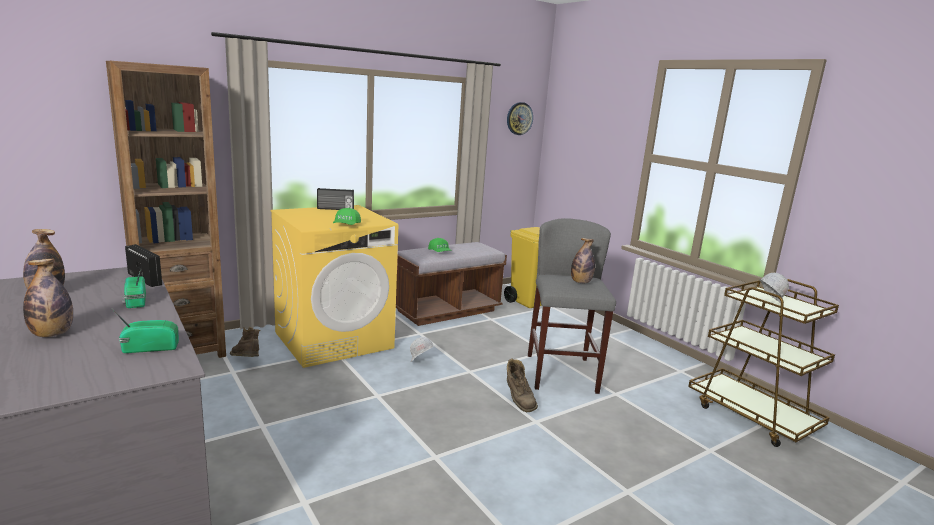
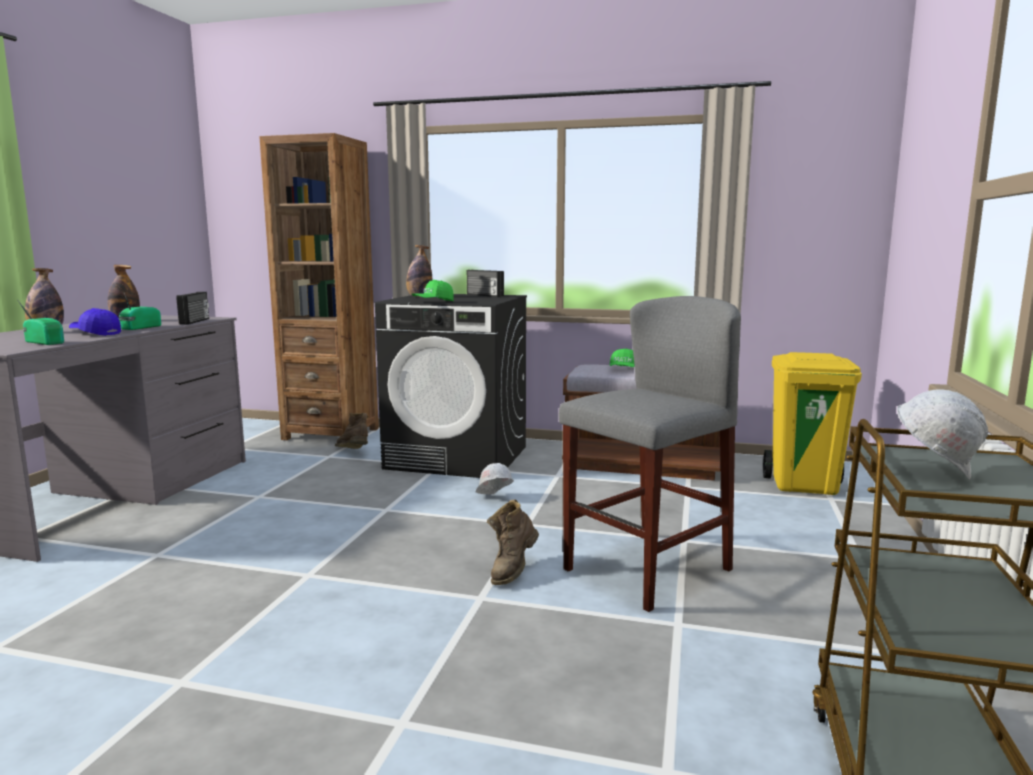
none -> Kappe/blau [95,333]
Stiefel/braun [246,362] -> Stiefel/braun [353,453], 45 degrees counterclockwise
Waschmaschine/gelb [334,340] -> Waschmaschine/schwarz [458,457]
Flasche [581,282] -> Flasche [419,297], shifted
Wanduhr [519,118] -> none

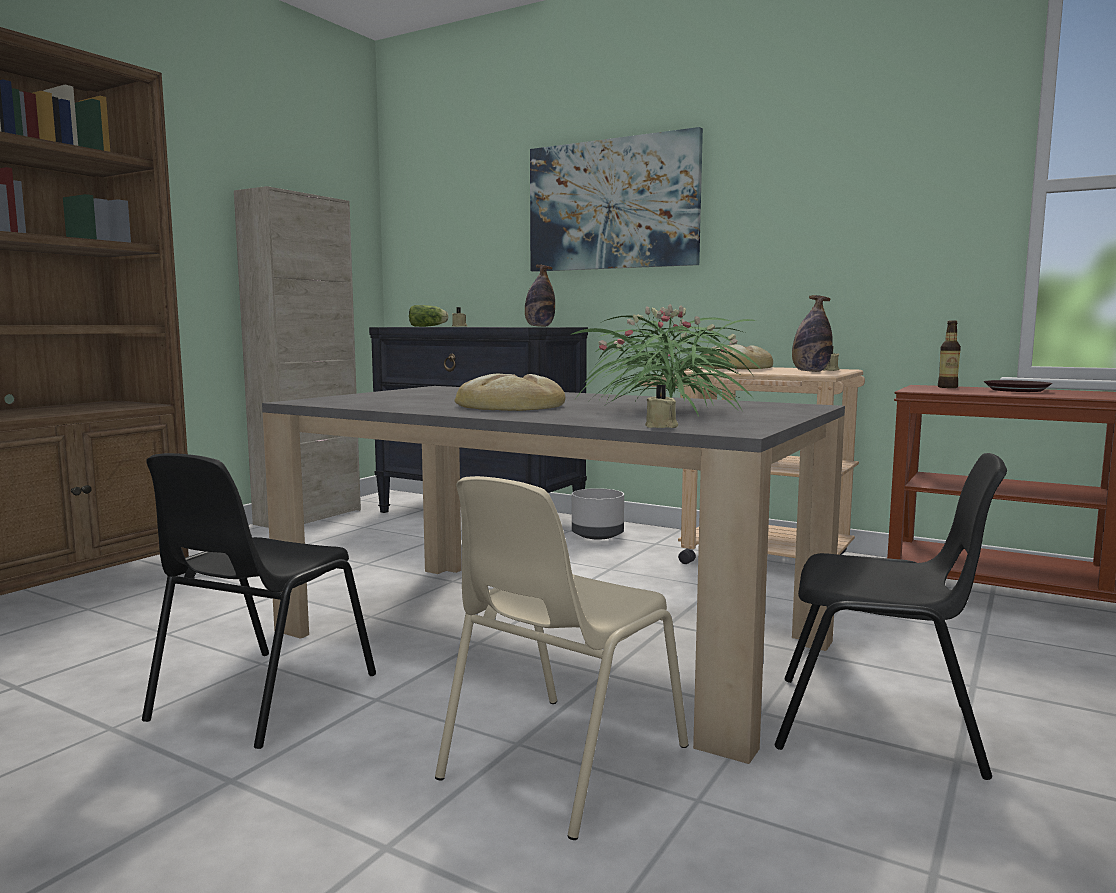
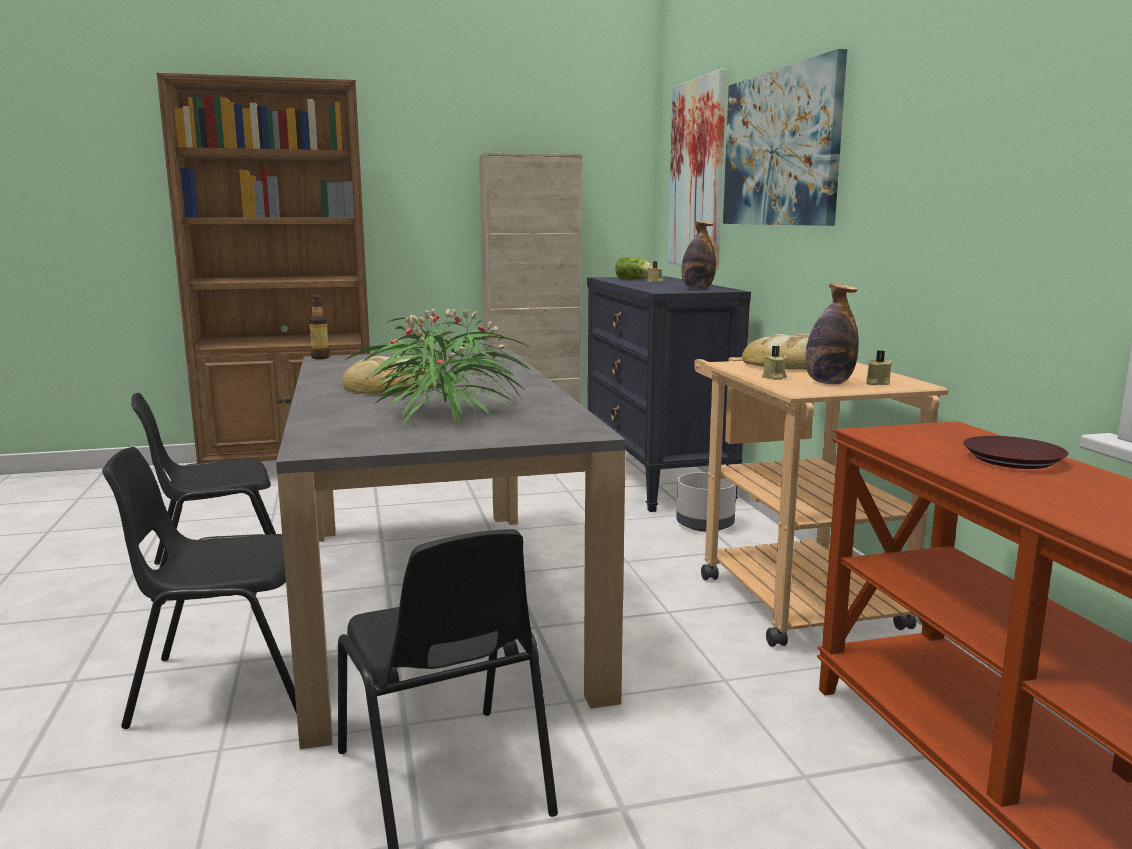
Stuhl/beige [560,763] -> Stuhl/schwarz [226,684]
Flasche [947,387] -> Flasche [320,357], shifted
none -> Bild [697,174]
Kerze/beige [661,426] -> Kerze/beige [774,377], shifted

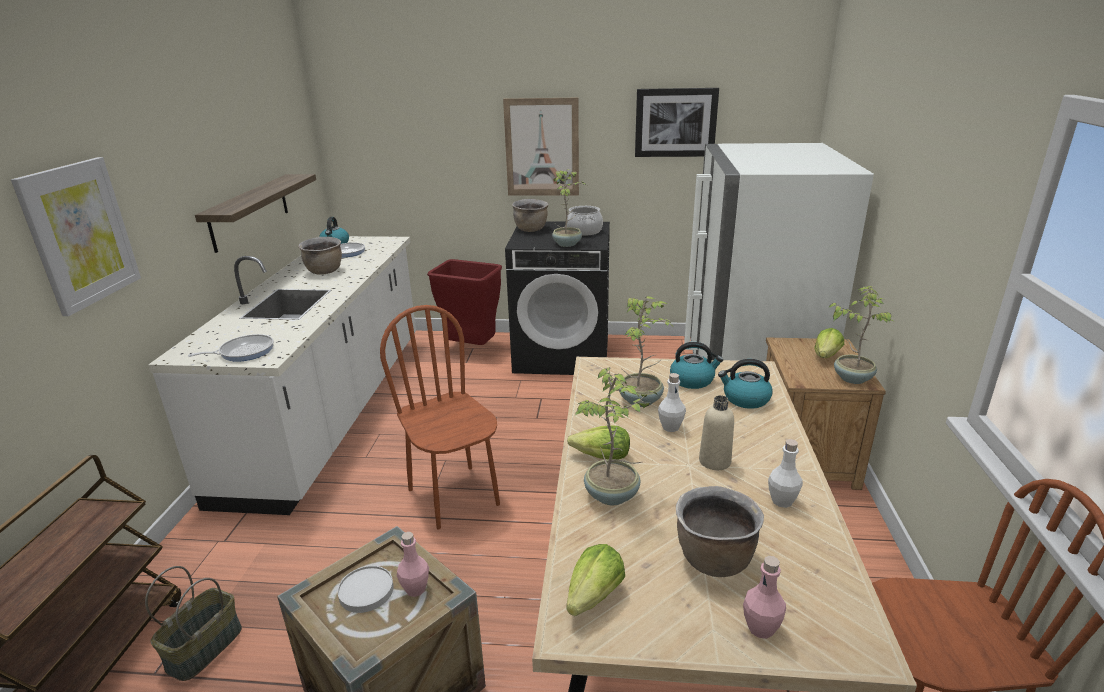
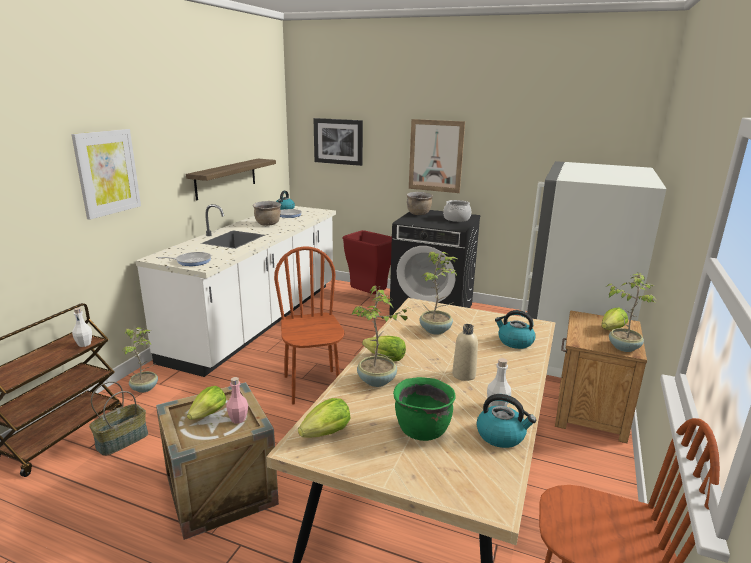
Flasche/weiß [670,427] -> Flasche/weiß [84,344], shifted
Topfpflanze [567,244] -> Topfpflanze [145,388], shifted
Teller/weiß [366,591] -> Salatkopf [208,414]
Bild [675,122] -> Bild [338,141], shifted
Kochtopf/braun [713,559] -> Kochtopf/grün [421,430]
Wasserkessel [692,380] -> Wasserkessel [501,435], shifted
Flasche/rosa [760,628] -> none

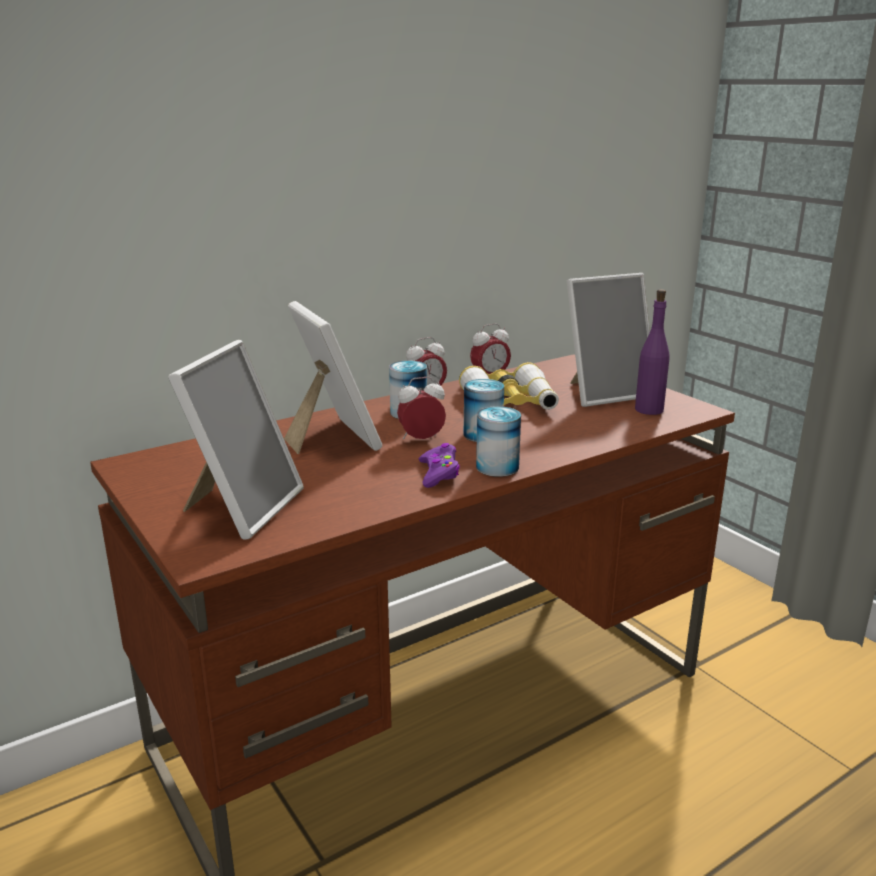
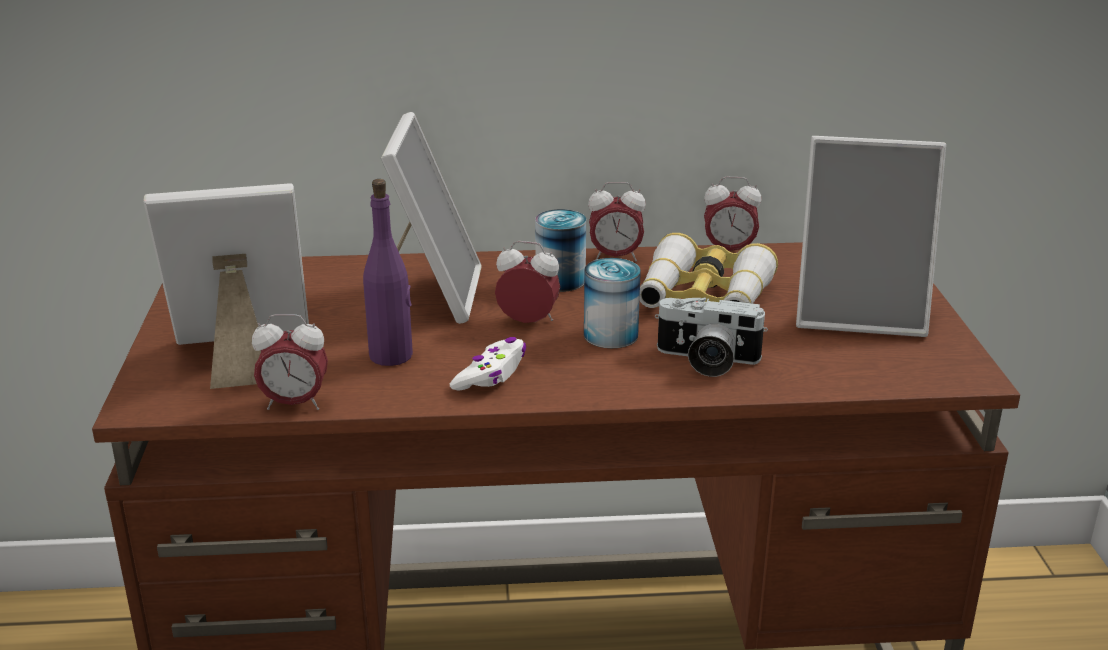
Bilderrahmen [241,507] -> Bilderrahmen [241,357], 150 degrees counterclockwise
none -> Wecker [295,404]
Flasche/lila [649,410] -> Flasche/lila [391,355], shifted
Gamepad/lila [439,473] -> Gamepad/weiß [491,374]
none -> Kamera [706,361]
Dose [497,467] -> none

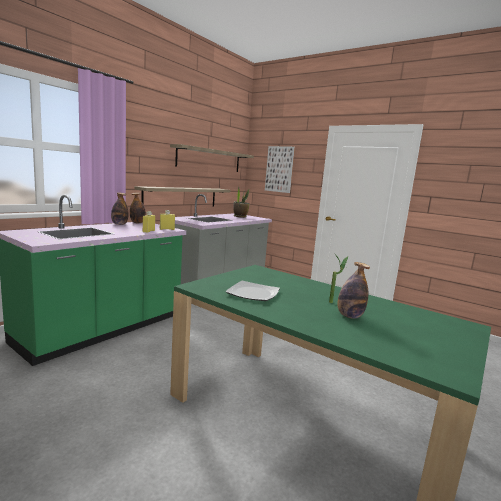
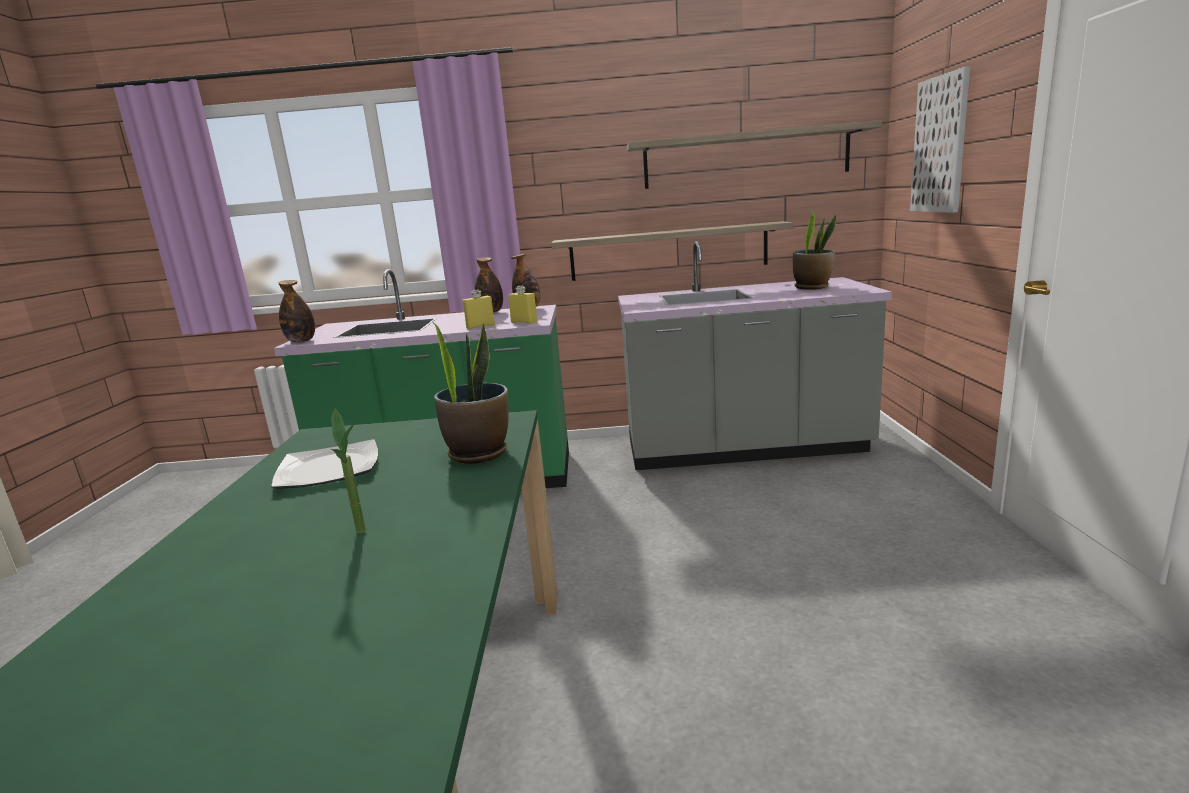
Flasche [349,316] -> Flasche [301,341], shifted
none -> Topfpflanze [478,453]

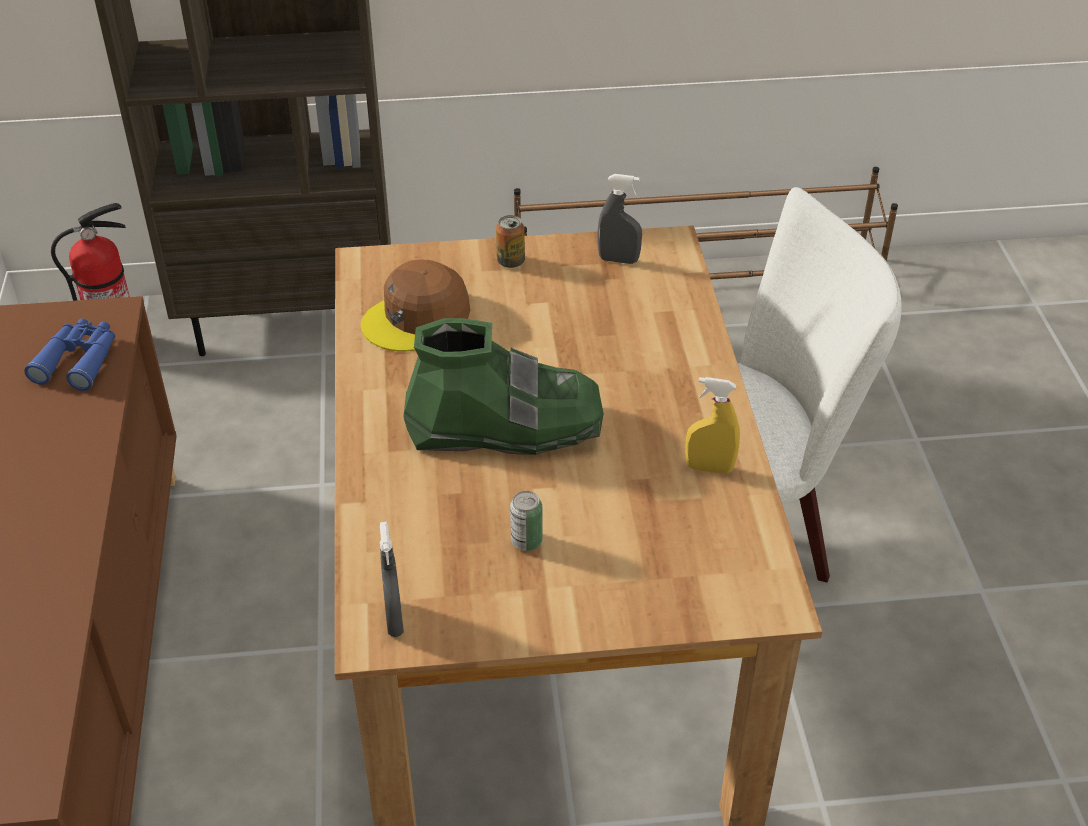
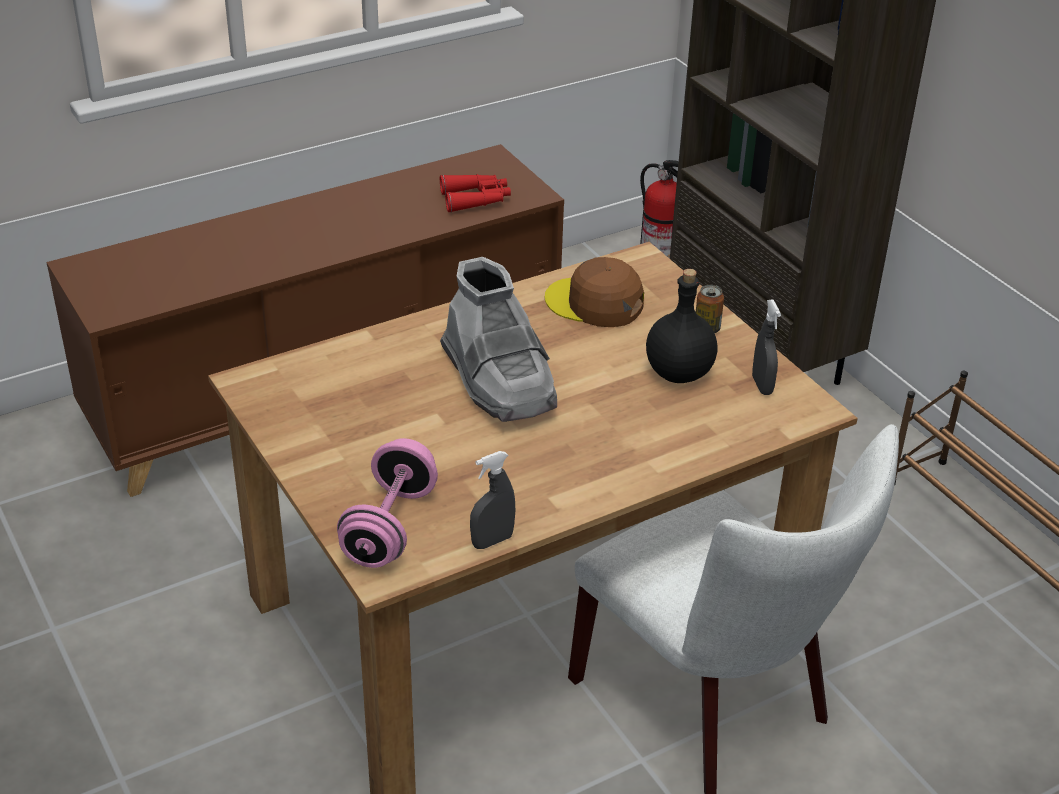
none -> Hantel/rosa [389,527]
Fernglas/blau [79,361] -> Fernglas/rot [476,199]
Stiefel/grün [505,426] -> Stiefel/grau [499,381]
Sprühflasche/grau [394,619] -> Sprühflasche/grau [492,541], shifted
none -> Flasche/schwarz [680,373]
Dose [526,541] -> none
Sprühflasche/gelb [709,468] -> none

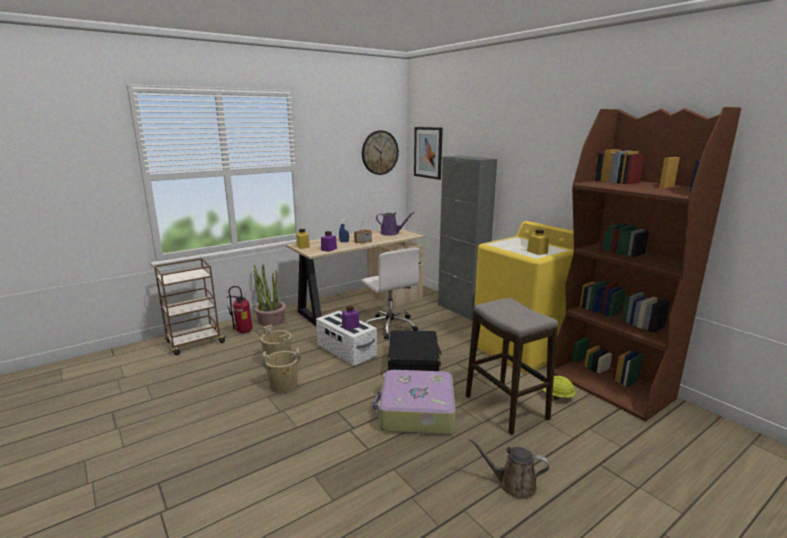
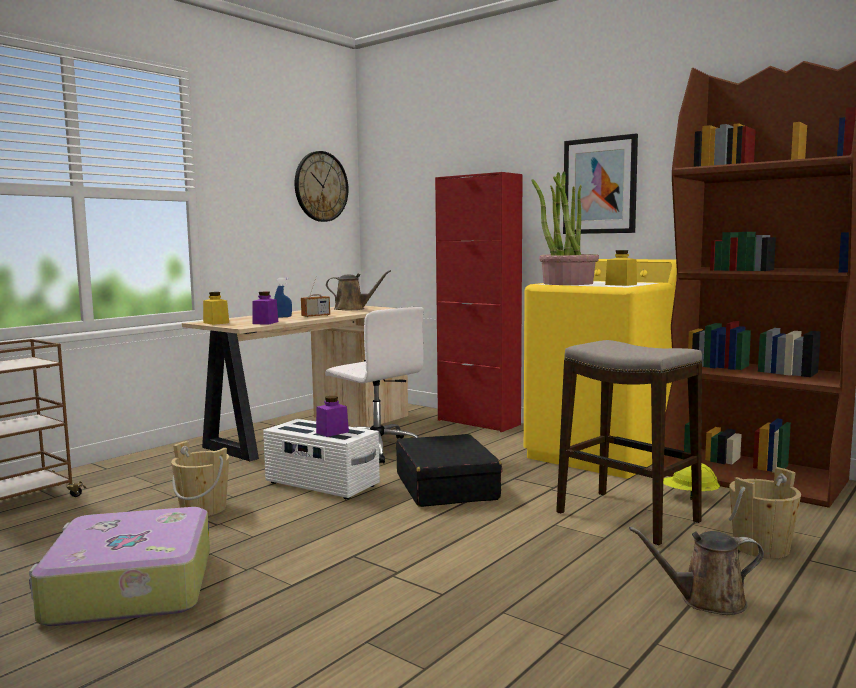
Koffer [416,412] -> Koffer [128,587], shifted
Gießkanne/lila [391,233] -> Gießkanne/braun [353,309]
Schrank/grau [461,310] -> Schrank/rot [478,422]
Topfpflanze [271,320] -> Topfpflanze [567,283], shifted
Bild [428,152] -> Bild [600,186], shifted
Eimer/beige [283,386] -> Eimer/beige [761,547], shifted
Feuerlöscher [243,332] -> none

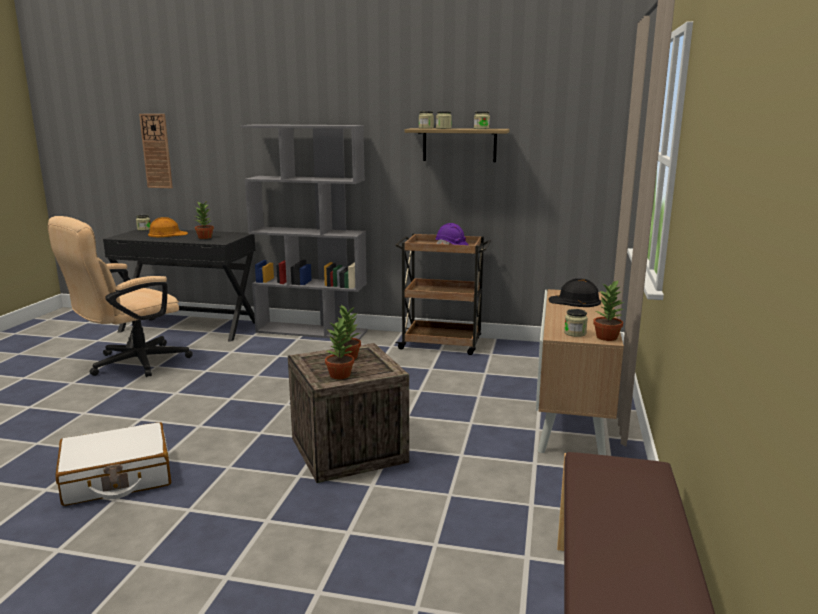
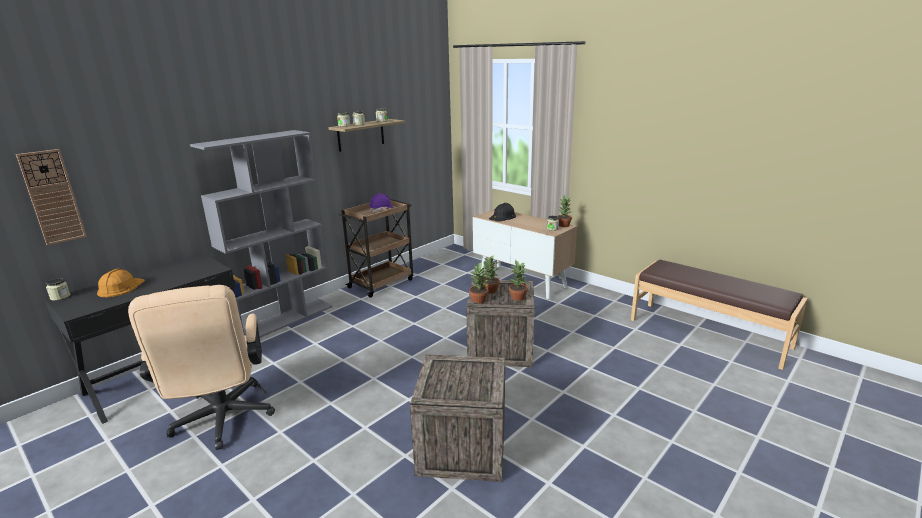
Koffer/weiß [117,478] -> Kiste [462,447]
Topfpflanze [205,237] -> Topfpflanze [479,300], shifted

